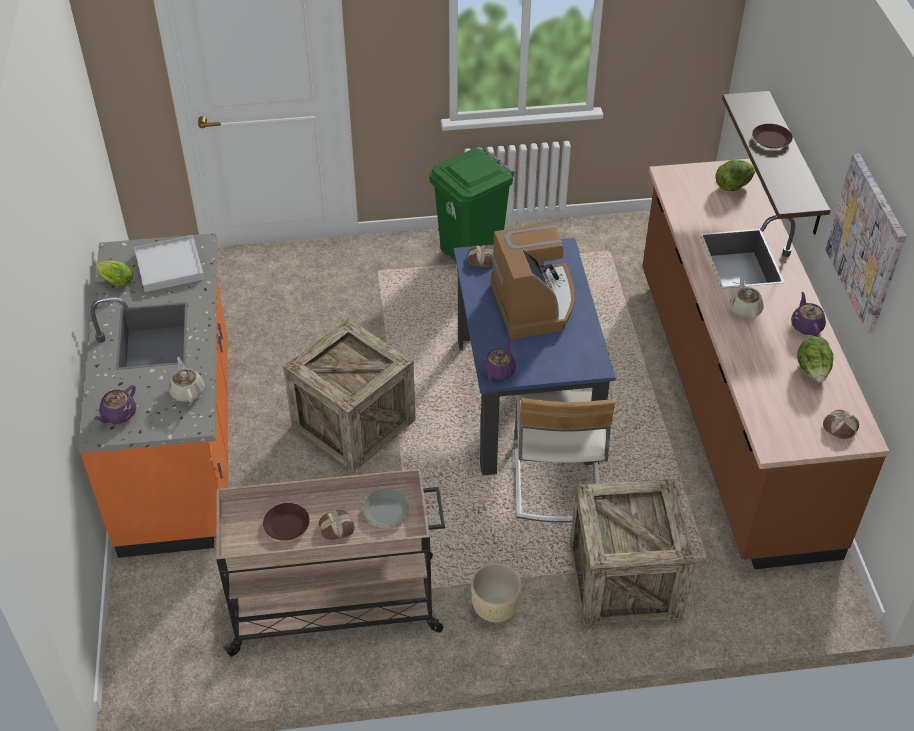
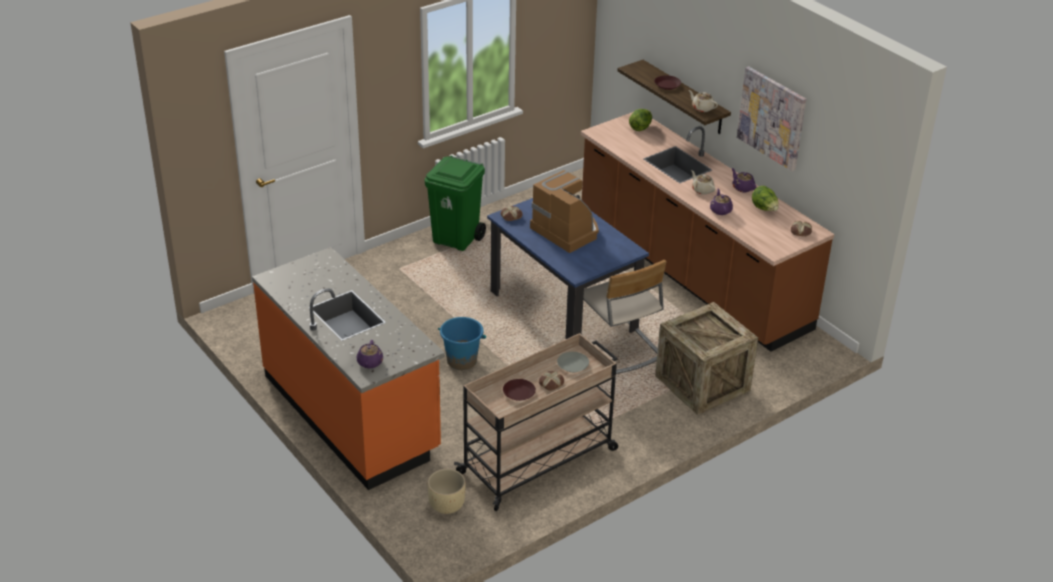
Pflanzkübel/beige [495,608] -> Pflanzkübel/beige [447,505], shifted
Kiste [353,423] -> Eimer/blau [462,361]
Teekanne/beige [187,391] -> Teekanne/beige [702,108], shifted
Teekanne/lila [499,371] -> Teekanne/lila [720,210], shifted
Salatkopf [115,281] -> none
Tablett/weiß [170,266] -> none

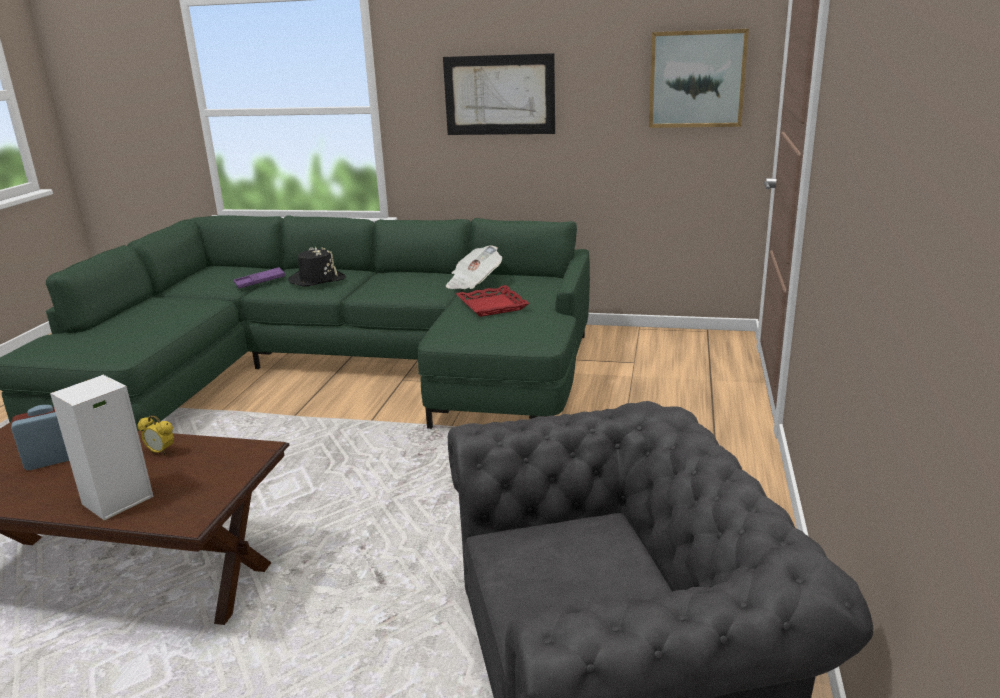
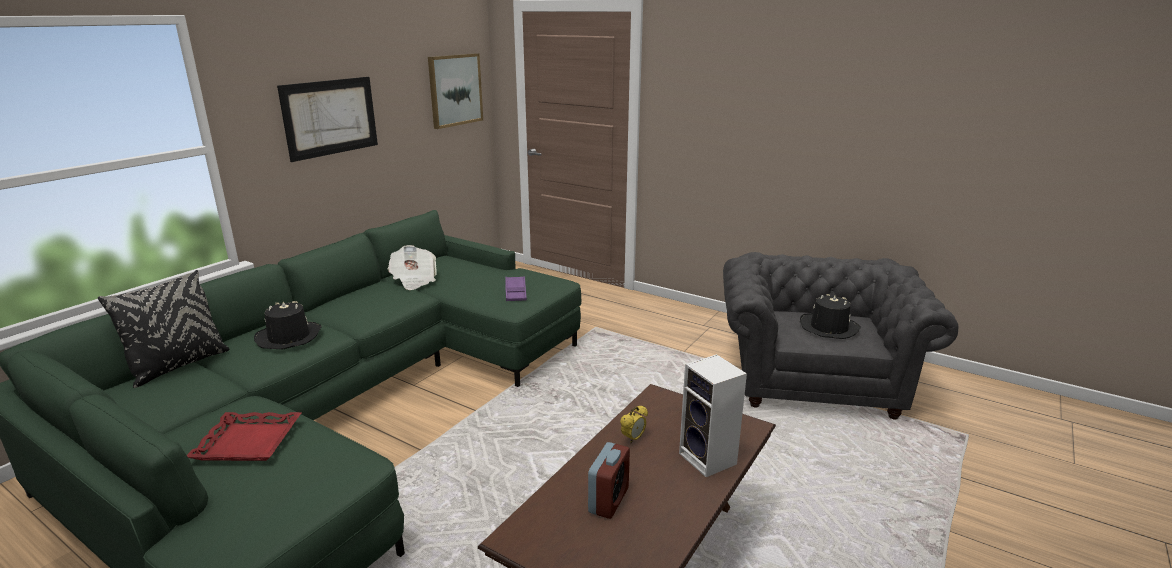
none -> Kissen/schwarz [179,366]
Tablett/rot [492,306] -> Tablett/rot [249,442], shifted
Tablett/lila [260,282] -> Tablett/lila [515,292], shifted
Wecker [54,459] -> Wecker [608,500], 150 degrees counterclockwise
none -> Hut/schwarz [828,328]

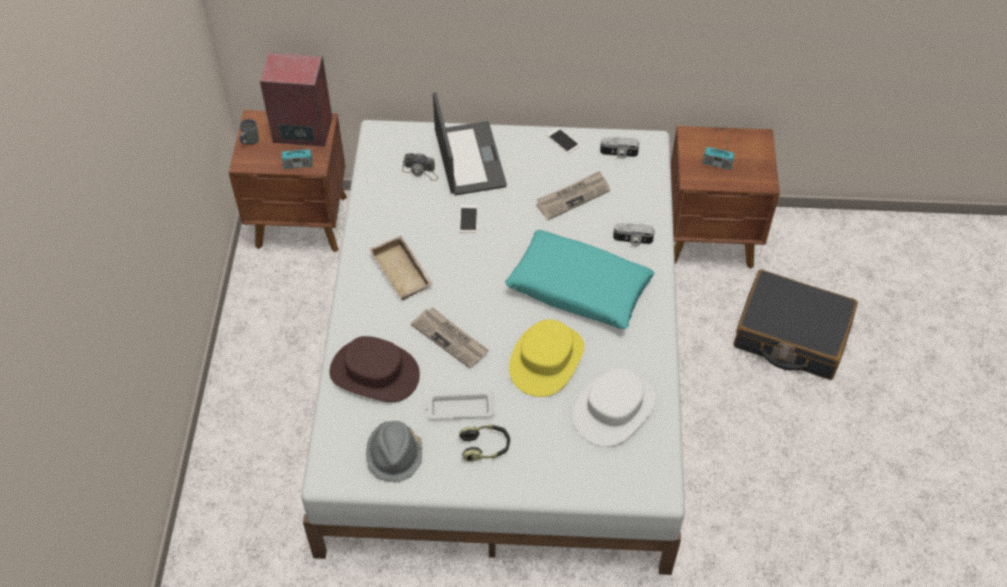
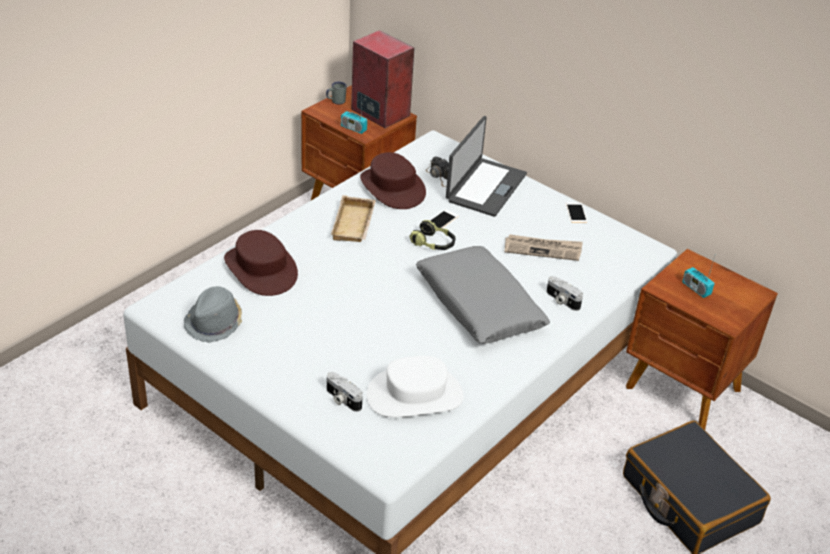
Kamera [618,154] -> Kamera [342,399], shifted
none -> Hut/braun [392,188]
Kopfhörer [485,447] -> Kopfhörer [433,244], shifted
Kissen/türkis [578,288] -> Kissen/grau [479,305]
Zeitung [451,339] -> none
Tablett/weiß [459,408] -> none
Hut/gelb [546,359] -> none

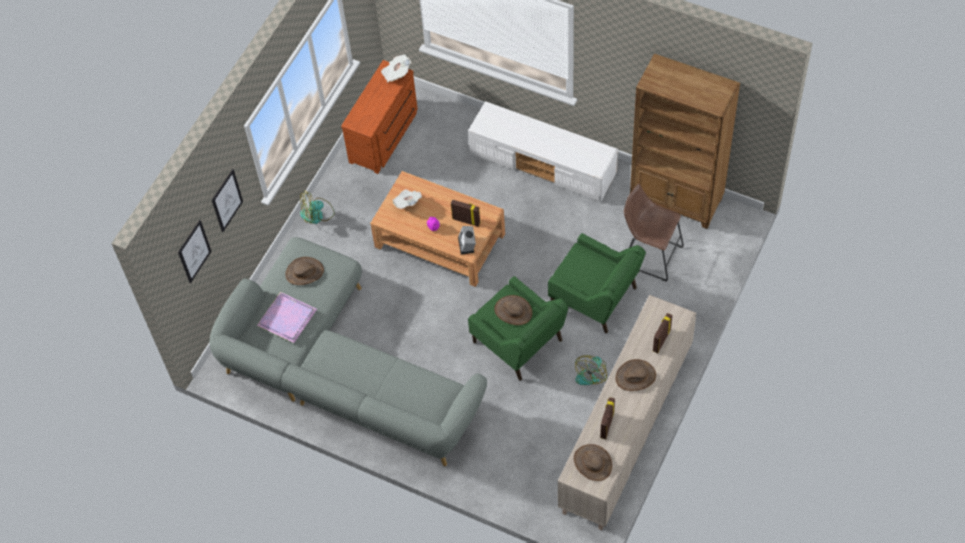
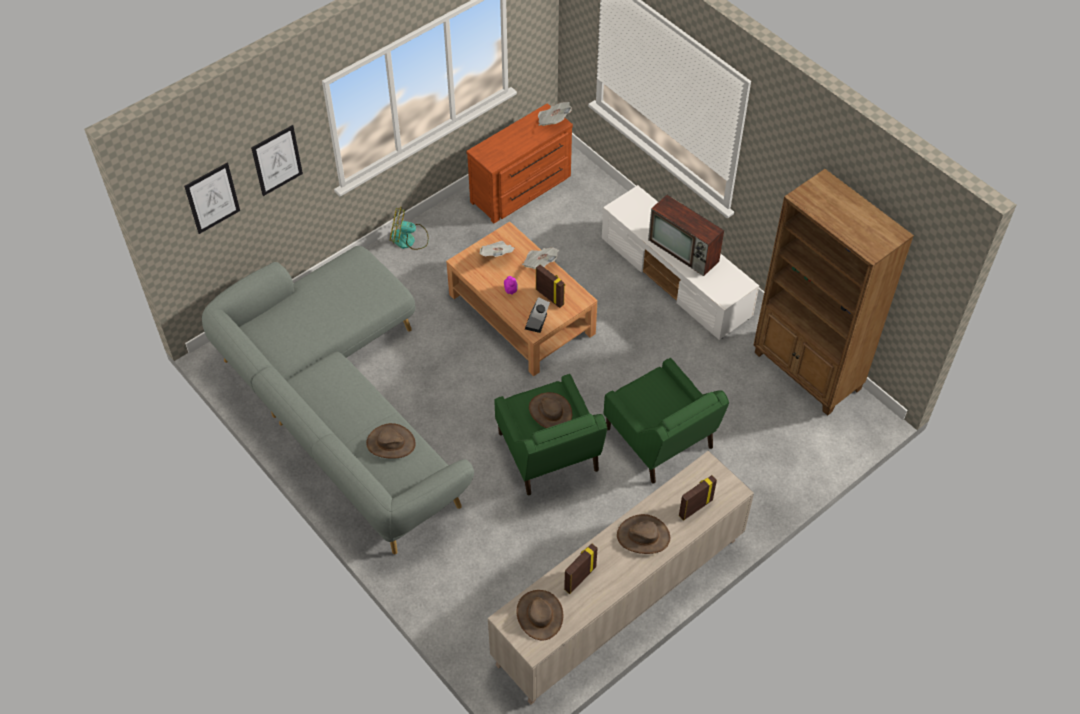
Hut/braun [304,272] -> Hut/braun [390,443], shifted
none -> Zeitung [540,264]
none -> Fernseher [684,251]
Tablett/lila [287,317] -> none
Ventilator [591,372] -> none
Hocker/braun [649,254] -> none

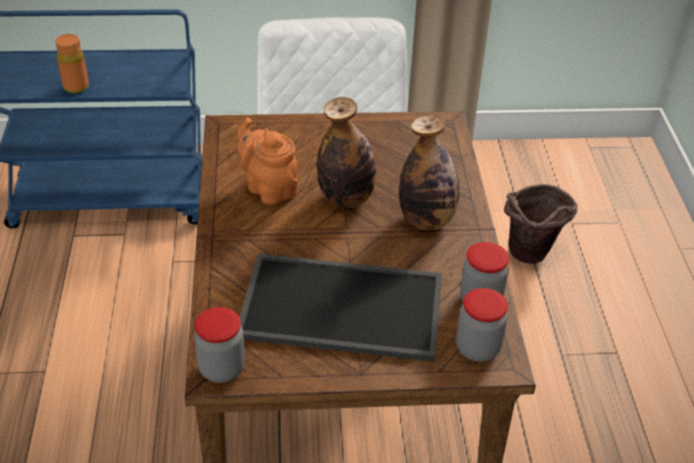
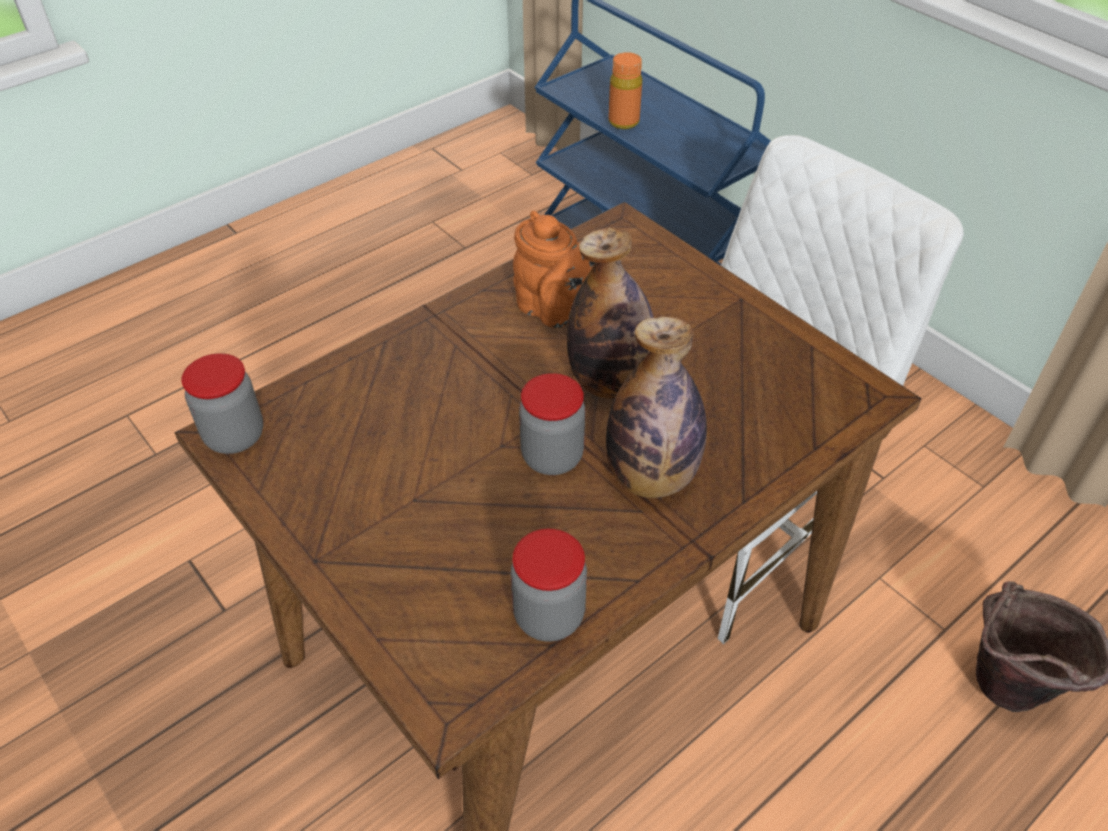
Teekanne/orange [268,188] -> Teekanne/orange [557,311], 120 degrees clockwise
Vorratsglas [477,348] -> Vorratsglas [552,457], shifted
Tablett [339,309] -> none

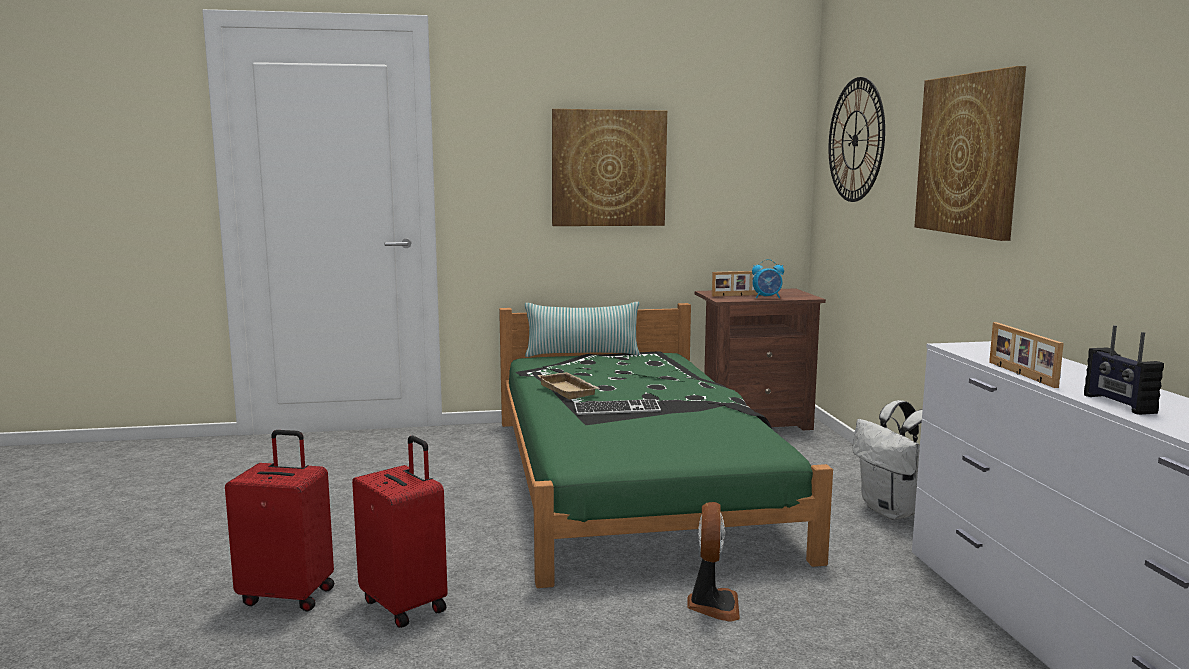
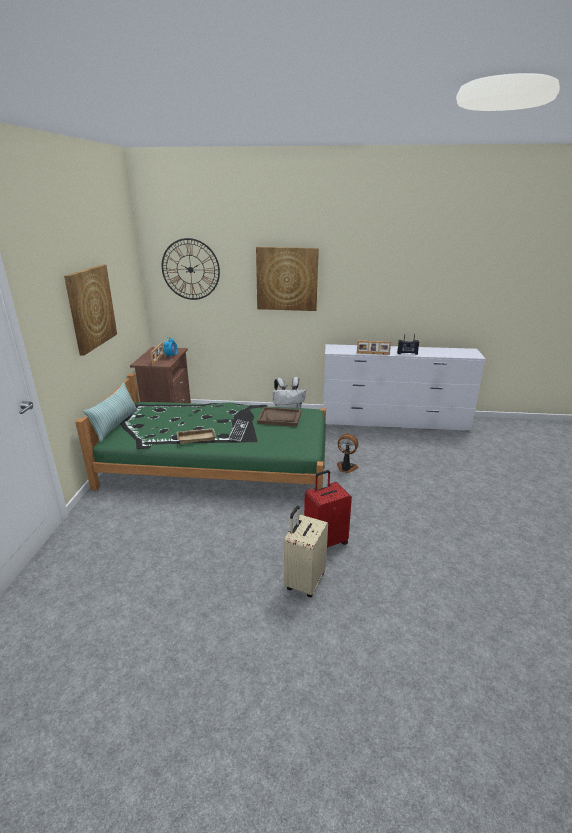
none -> Tablett/braun [279,418]
Koffer/rot [288,595] -> Koffer/beige [304,581]

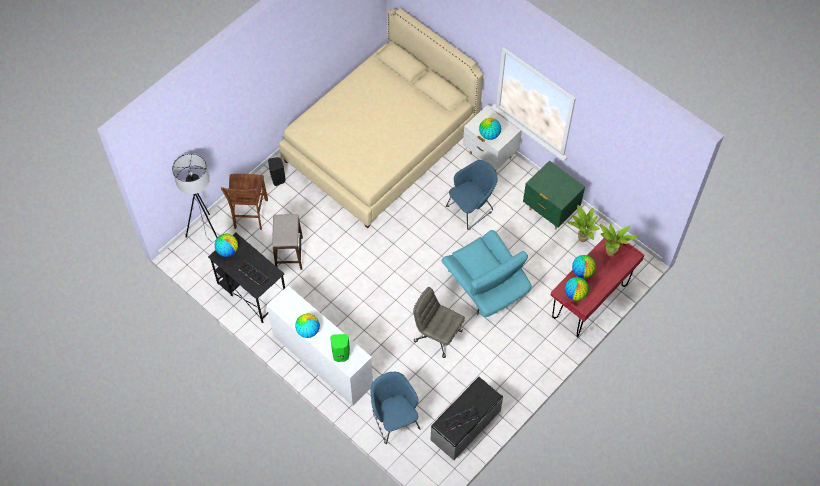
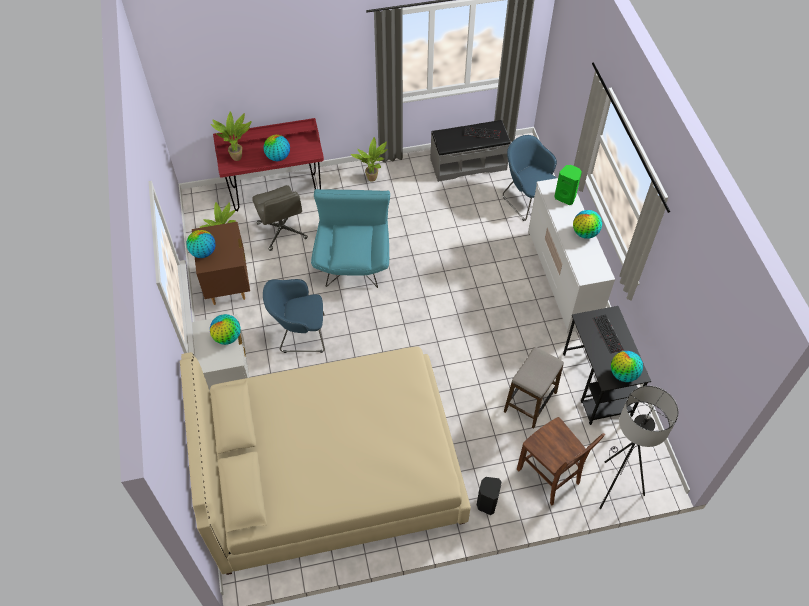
Globus [575,294] -> Globus [203,252], shifted
Nachttisch/grün [550,212] -> Nachttisch/braun [228,285]
Bürostuhl/grau [437,335] -> Bürostuhl/grau [282,231], shifted
none -> Topfpflanze [373,179]
Sessel/blau [394,419] -> Sessel/blau [526,199], 135 degrees clockwise
Stuhl/braun [249,214] -> Stuhl/braun [549,477], 105 degrees clockwise

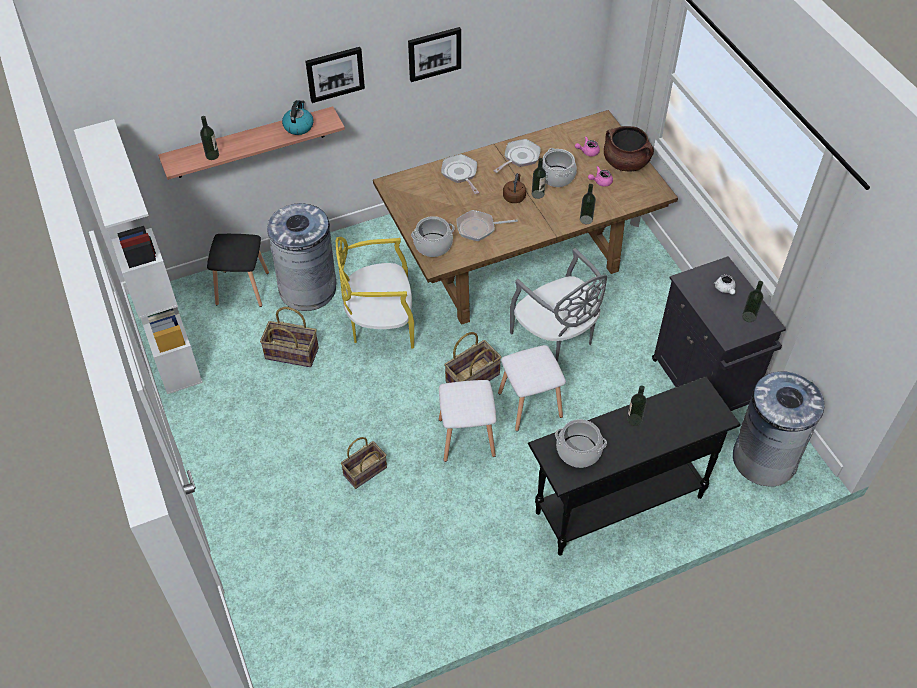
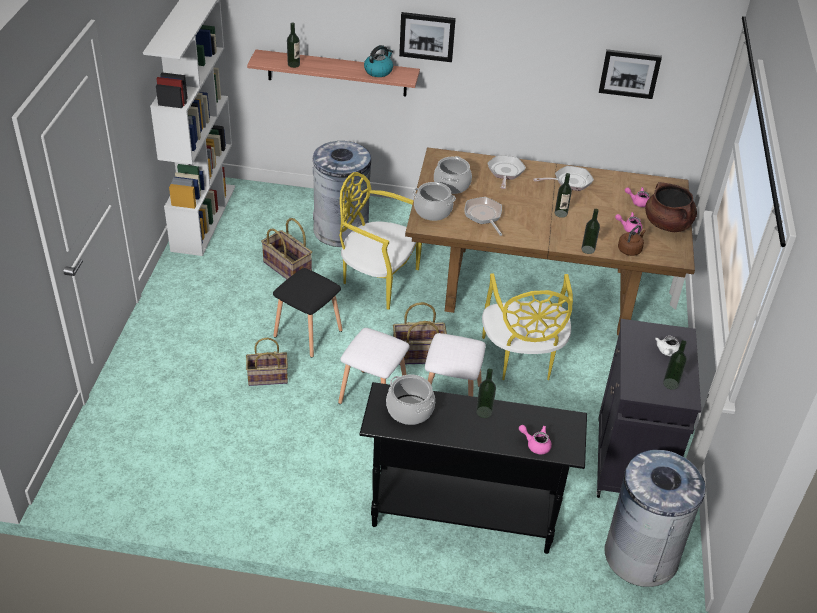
Hocker/schwarz [243,288] -> Hocker/schwarz [309,333], shifted
Kochtopf [556,176] -> Kochtopf [451,185], shifted
Pfanne [479,228] -> Pfanne [484,216], 45 degrees clockwise
Stuhl/grau [556,336] -> Stuhl/gelb [521,359]
none -> Teekanne/rosa [535,444]
Bild [434,53] -> Bild [629,73], shifted
Wasserkessel/braun [514,196] -> Wasserkessel/braun [630,250], shifted

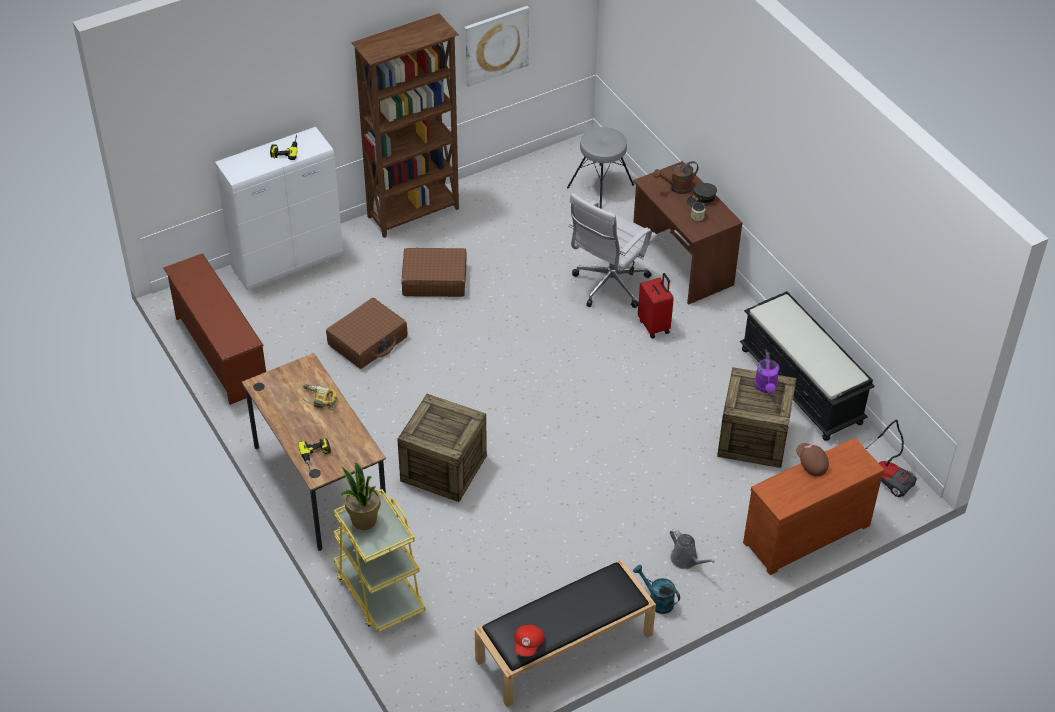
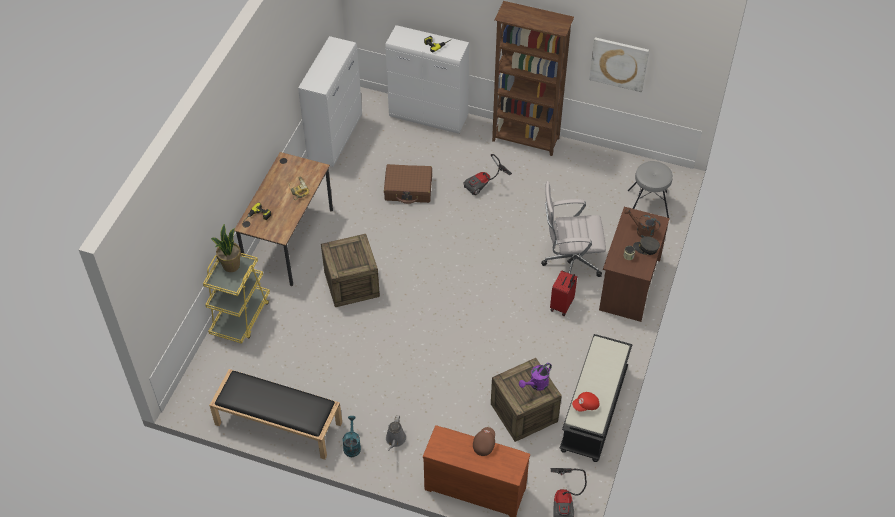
Schuhregal/braun [219,353] -> Schrank/weiß [335,138]
Koffer/braun [434,280] -> Staubsauger [485,184]
Kappe/rot [528,644] -> Kappe/rot [586,405], shifted

